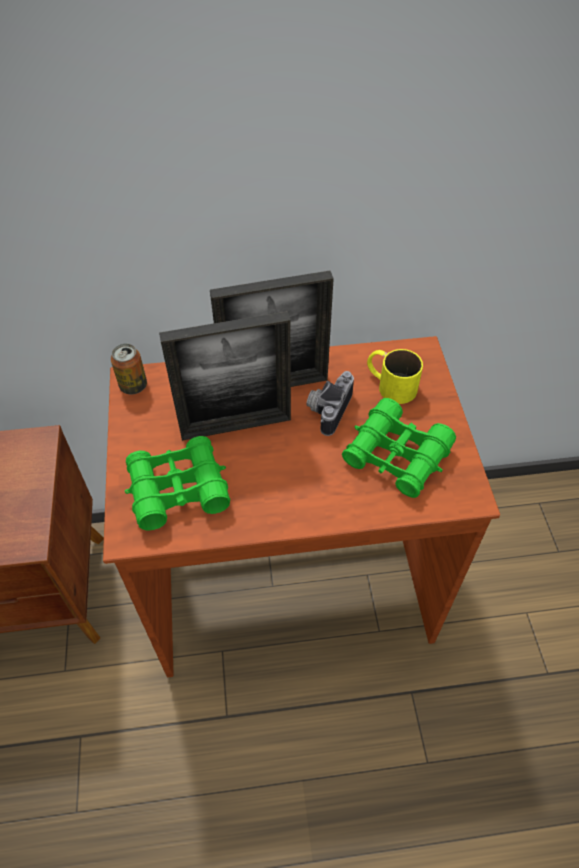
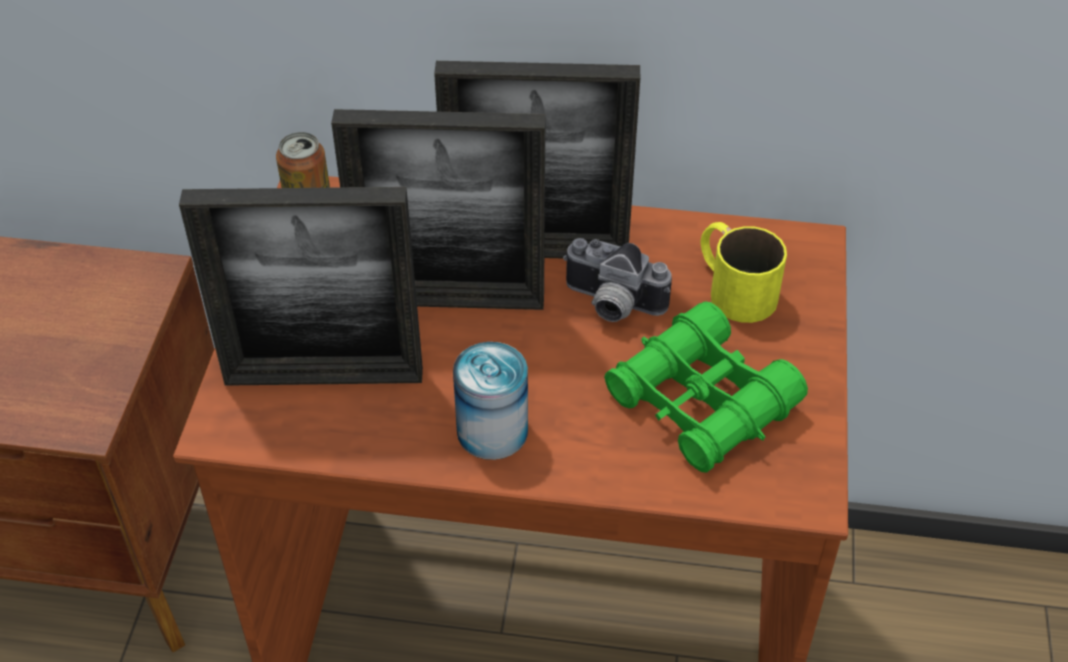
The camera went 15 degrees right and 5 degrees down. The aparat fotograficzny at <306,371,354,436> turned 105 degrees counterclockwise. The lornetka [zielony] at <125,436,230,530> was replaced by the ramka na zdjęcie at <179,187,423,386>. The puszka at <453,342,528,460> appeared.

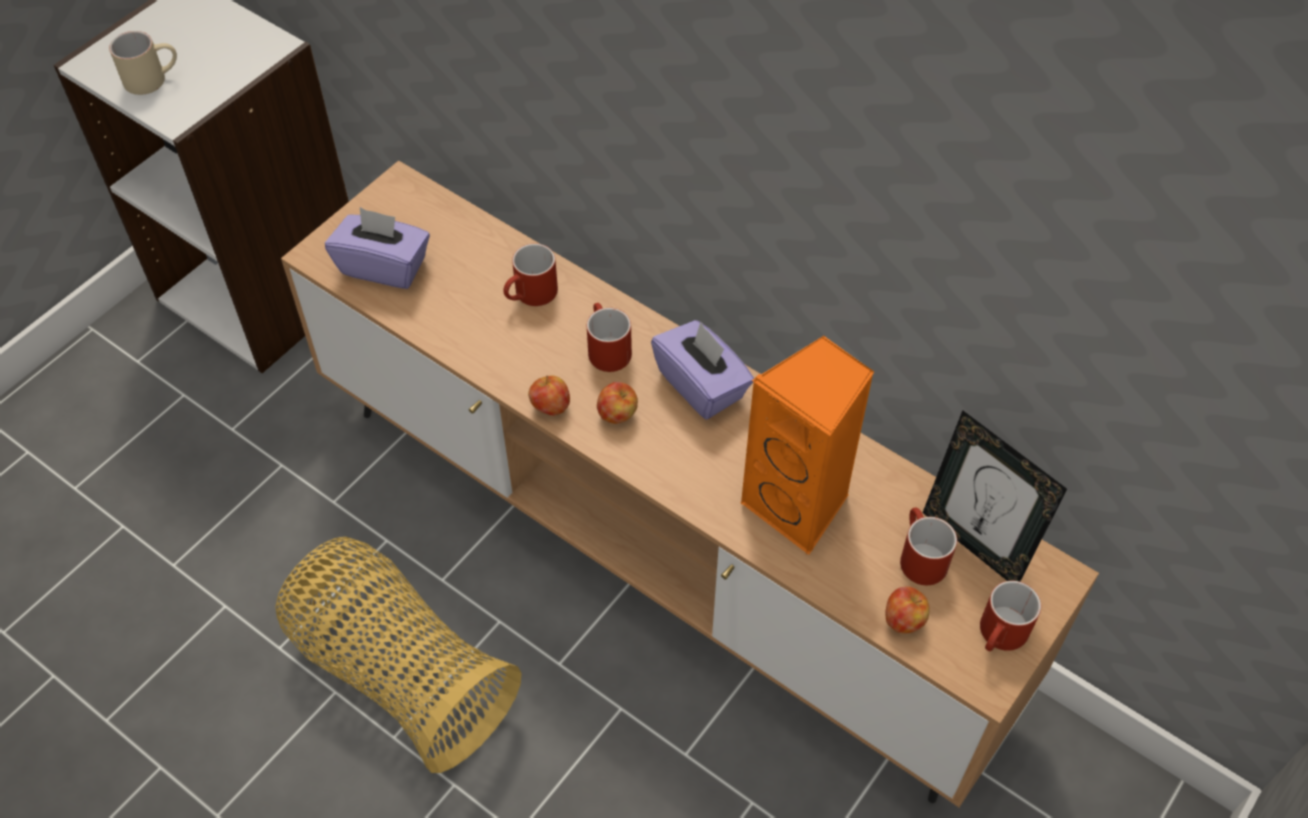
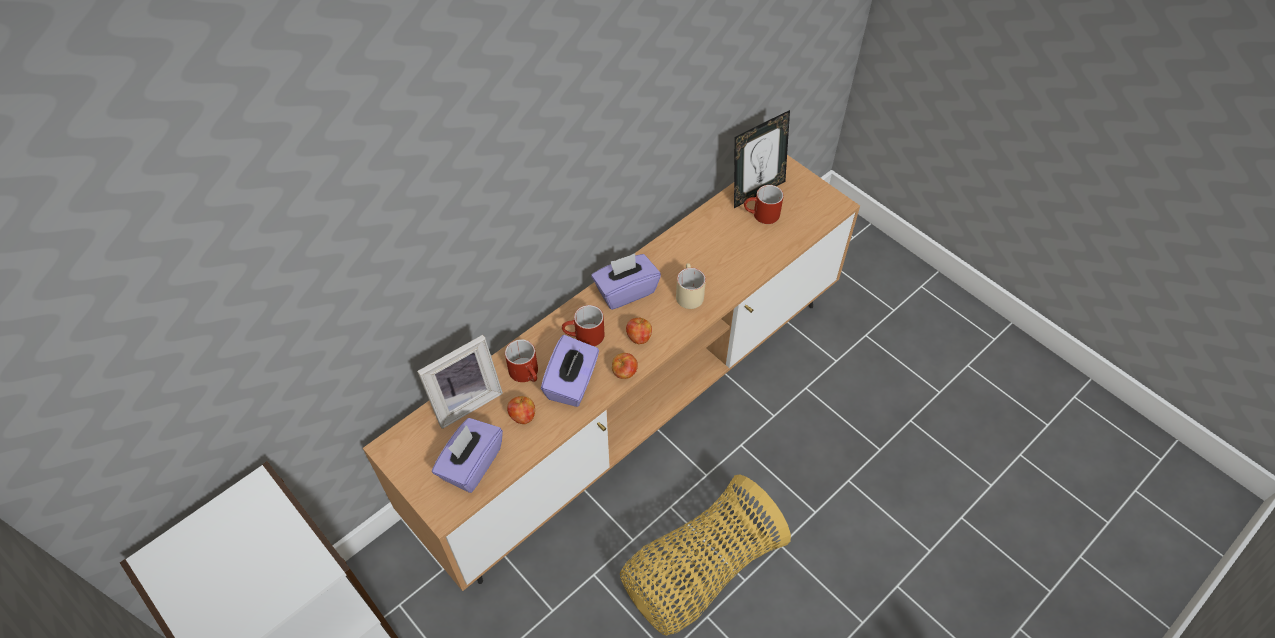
The camera went 80 degrees left and 0 degrees up. The kubek [beżowy] moved from <109,31,177,95> to <676,263,706,309>. The głośnik [pomarańczowy] at <741,336,874,555> disappeared. The kubek [czerwony] at <980,581,1041,651> disappeared. The jabłko moved from <886,587,930,634> to <507,396,535,424>. The ramka na zdjęcie at <417,335,503,429> appeared. The pudełko chusteczek [fioletowy] at <541,335,599,407> appeared.

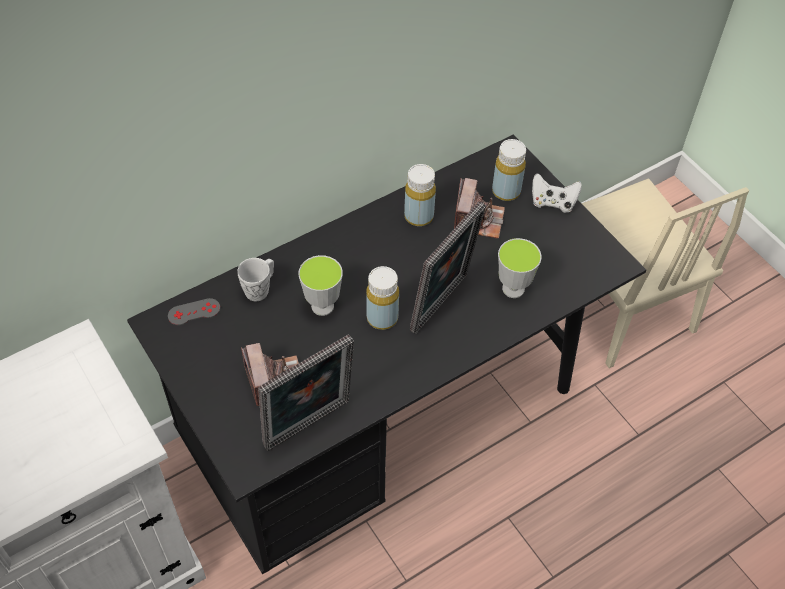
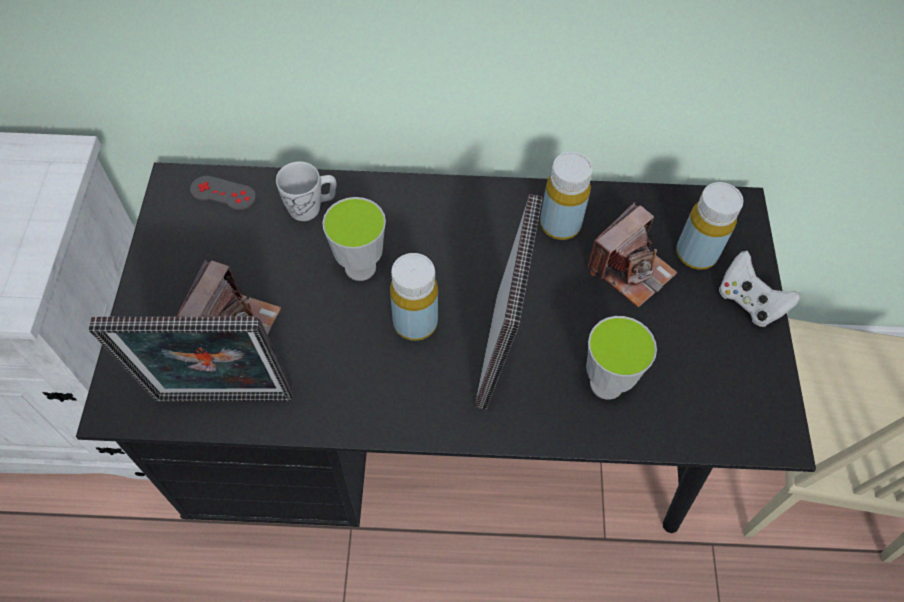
The camera went 35 degrees right and 5 degrees up. The ramka na zdjęcie at <410,201,486,334> turned 60 degrees counterclockwise.

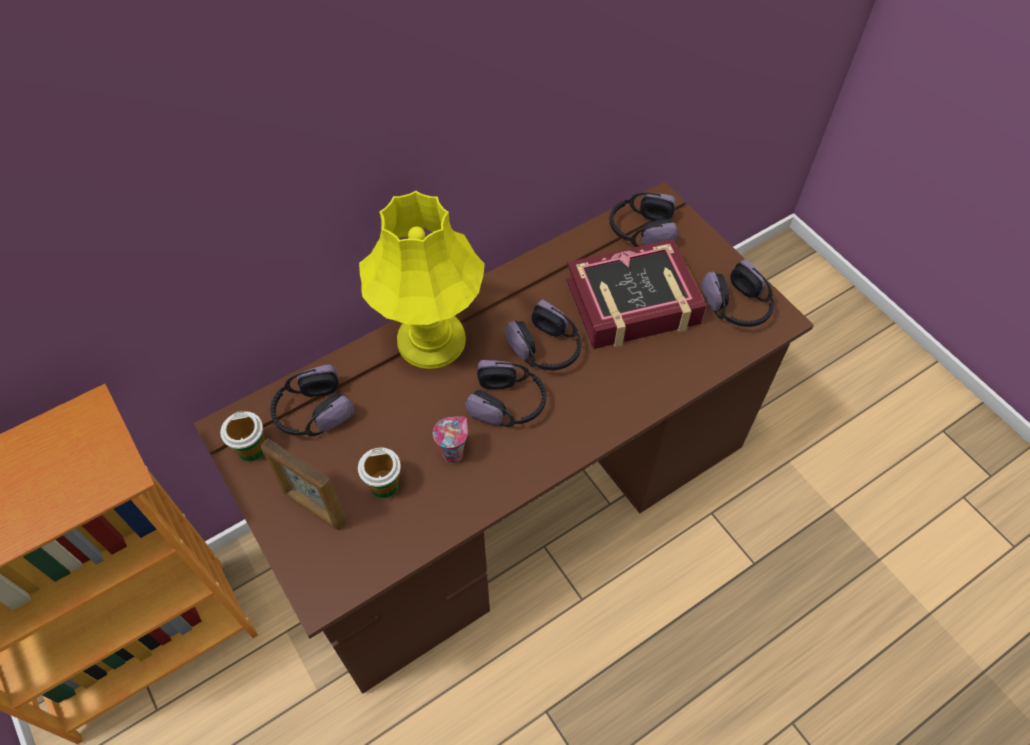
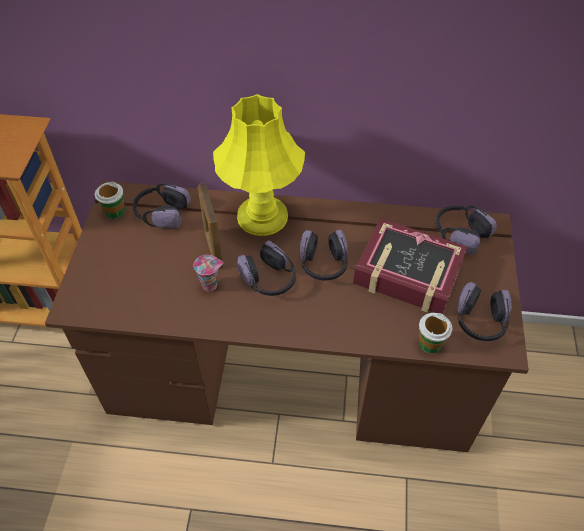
The camera went 40 degrees right and 5 degrees down. The ramka na zdjęcie moved from <261,438,347,530> to <198,183,223,269>. The filiżanka moved from <358,447,401,498> to <419,313,452,353>.

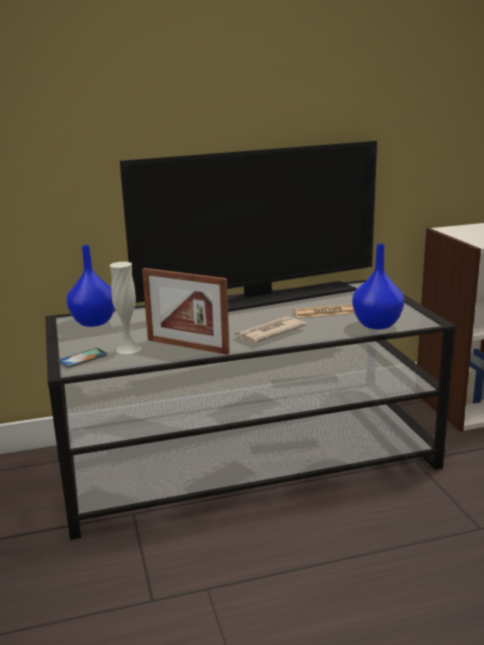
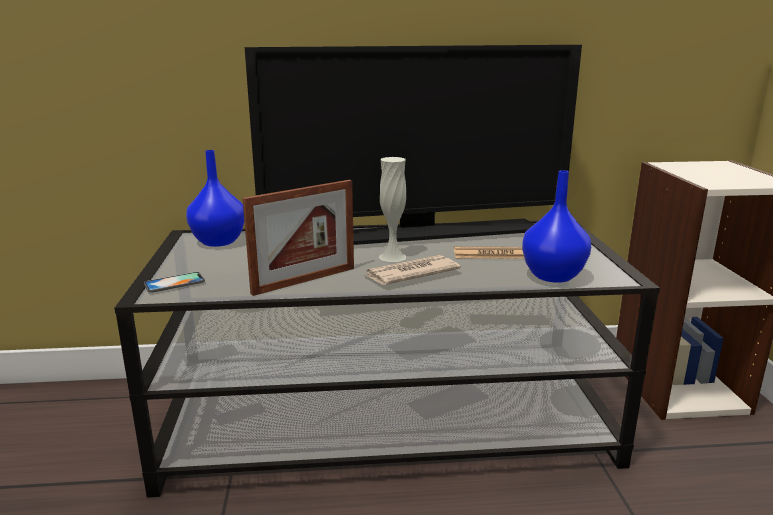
The camera went 10 degrees right and 0 degrees up. The wazon [biały] moved from <110,262,141,354> to <378,157,407,262>. The ramka na zdjęcie at <142,268,230,355> turned 75 degrees counterclockwise.

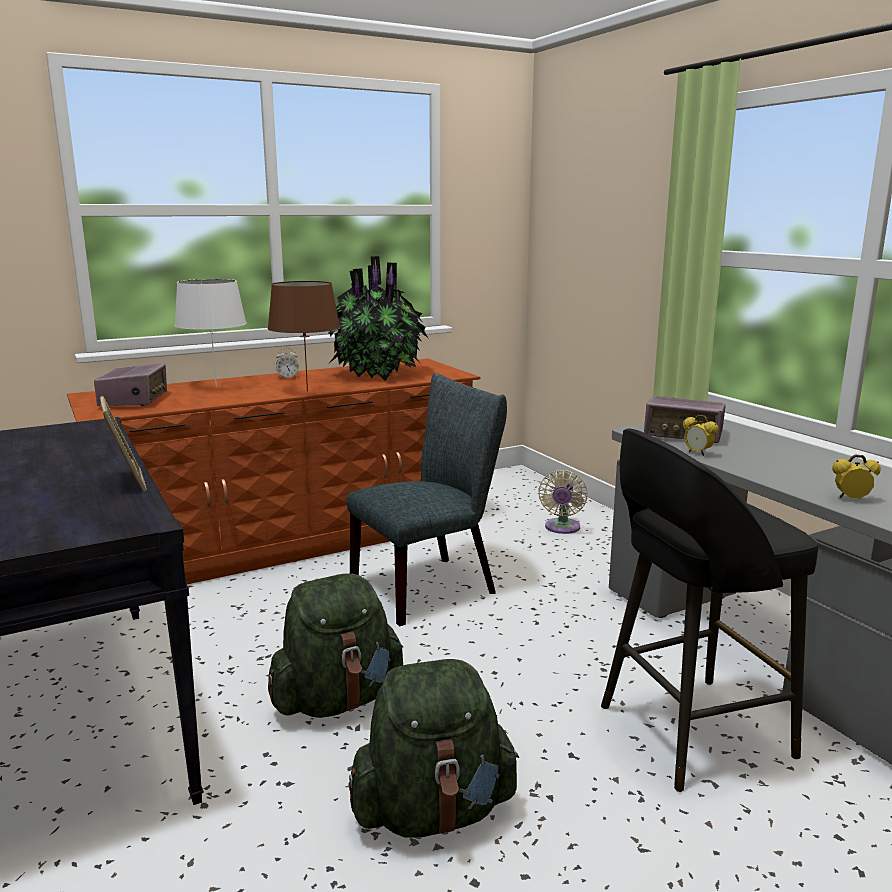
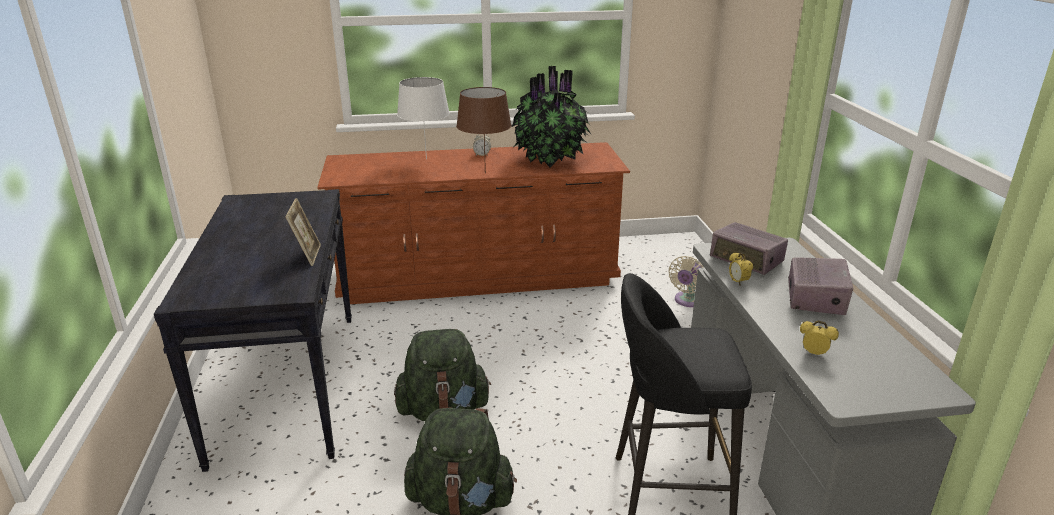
The camera went 20 degrees right and 10 degrees up. The radio moved from <94,363,167,406> to <788,257,853,315>. The krzesło [szary] at <347,373,507,627> disappeared.

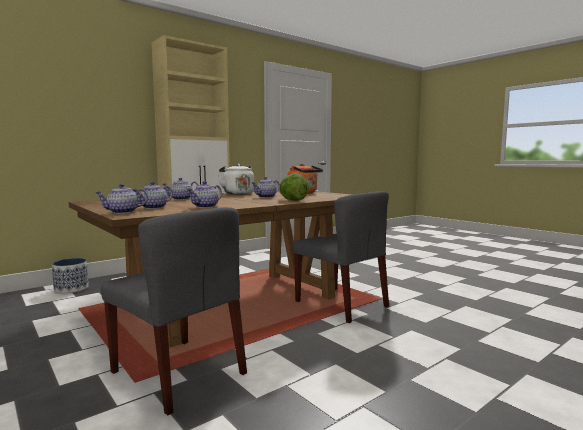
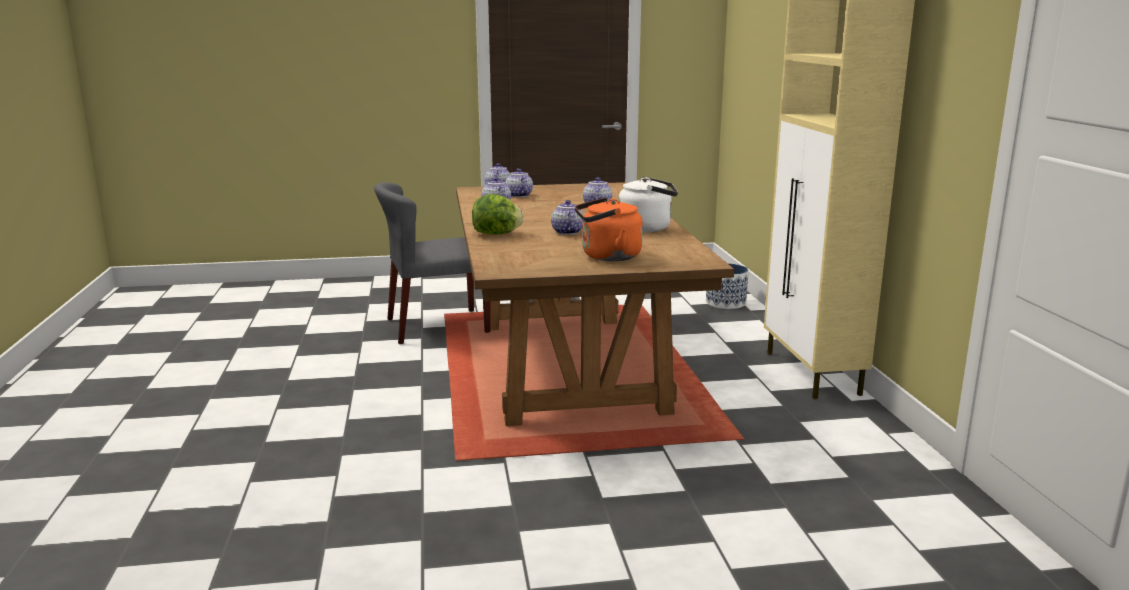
The camera went 120 degrees right and 10 degrees up. The krzesło [szary] at <292,191,389,323> disappeared.

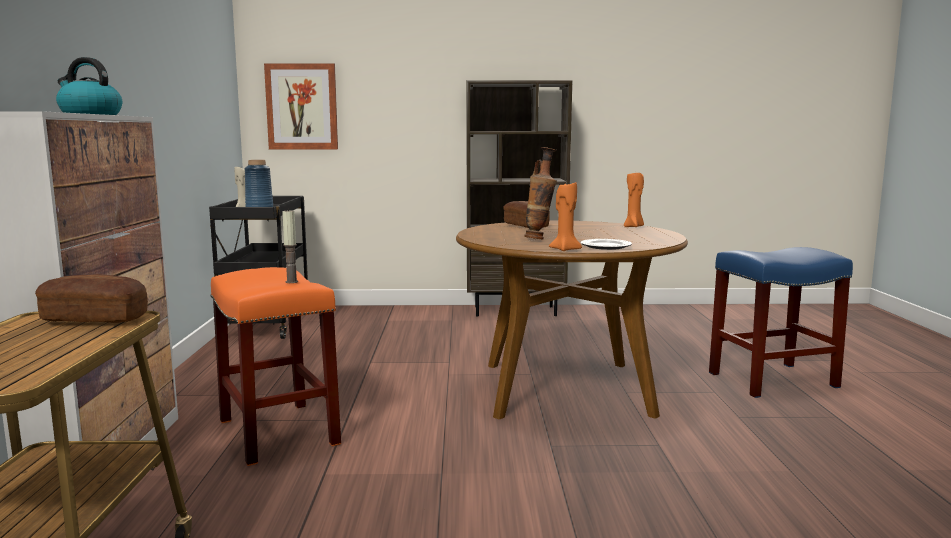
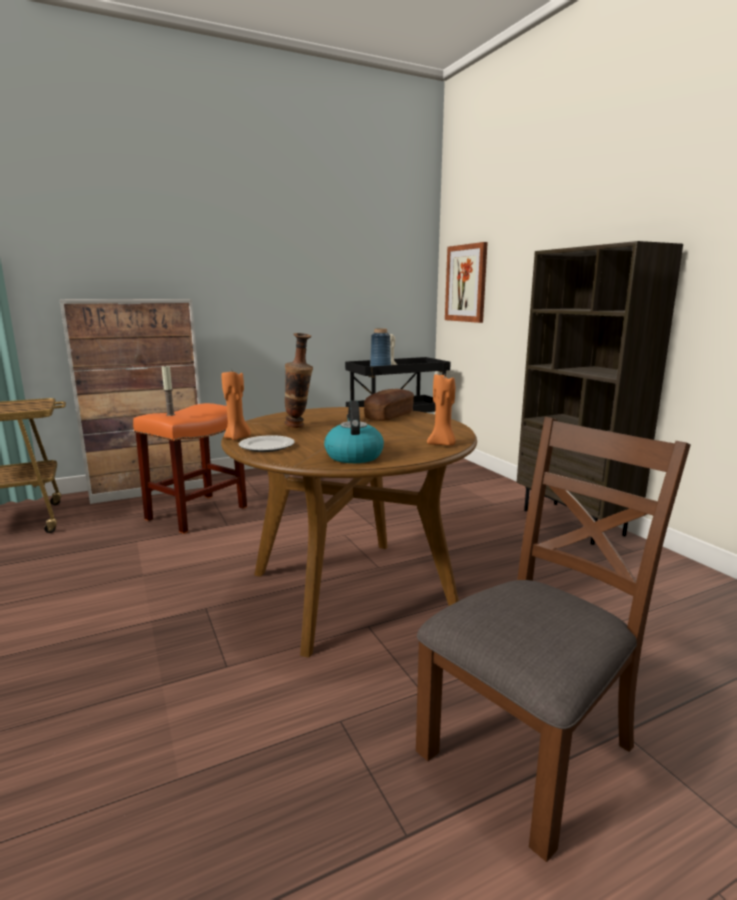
The camera went 65 degrees right and 5 degrees up. The czajnik moved from <56,57,122,115> to <324,401,384,463>. The stołek [niebieski] at <709,247,853,398> was replaced by the krzesło [brązowy] at <416,417,691,862>. The chleb at <35,274,148,323> disappeared.

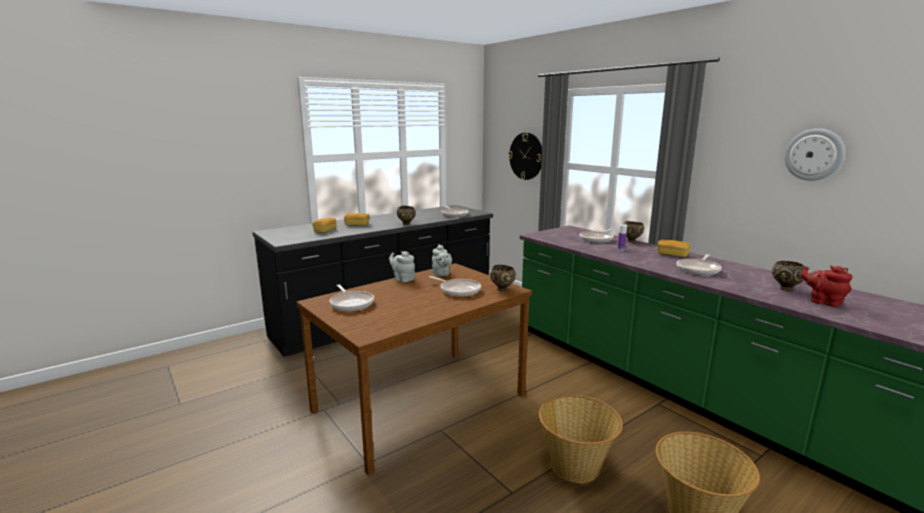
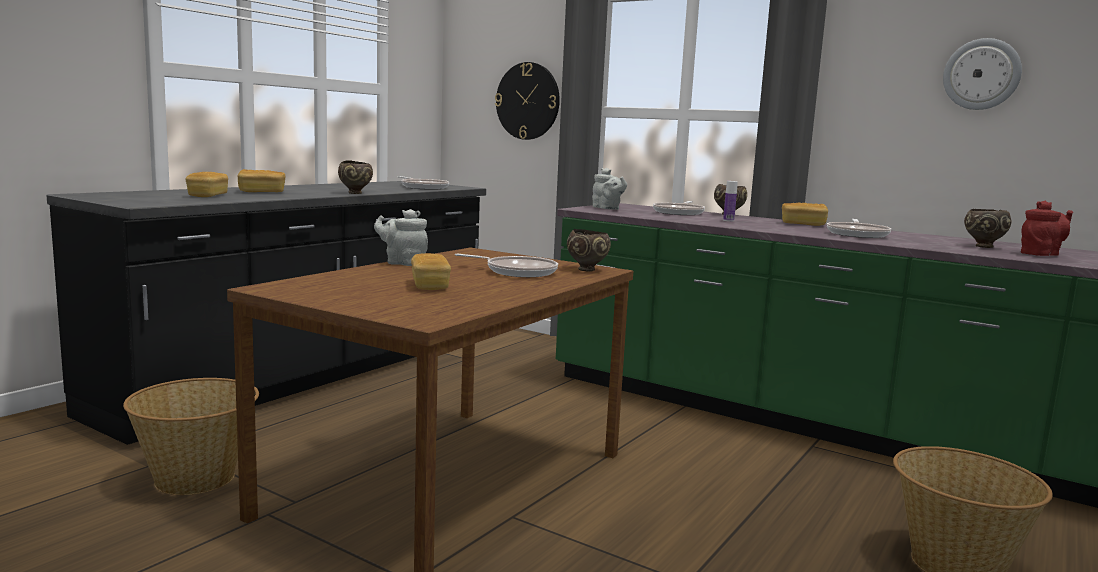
The camera went 20 degrees left and 5 degrees down. The imbryk [szary] moved from <432,245,452,276> to <592,168,627,210>. The imbryk [czerwony] at <801,266,853,307> turned 135 degrees clockwise. The patelnia at <330,285,374,311> disappeared. The koszyk moved from <539,395,623,483> to <123,378,259,495>. The chleb at <411,253,451,290> appeared.

